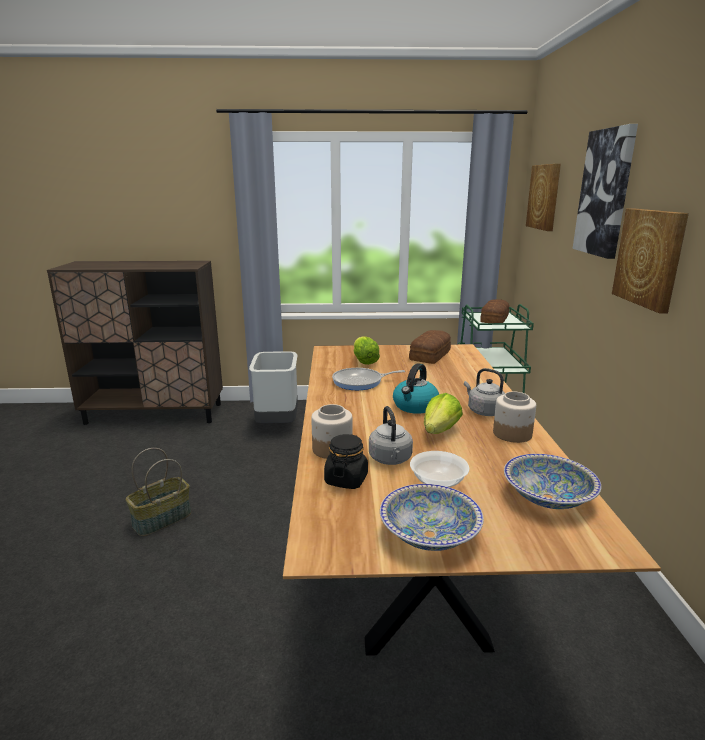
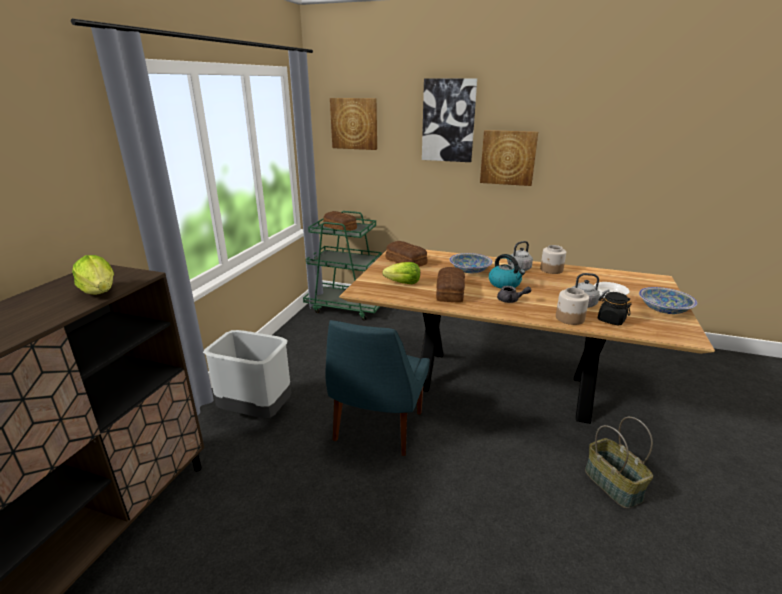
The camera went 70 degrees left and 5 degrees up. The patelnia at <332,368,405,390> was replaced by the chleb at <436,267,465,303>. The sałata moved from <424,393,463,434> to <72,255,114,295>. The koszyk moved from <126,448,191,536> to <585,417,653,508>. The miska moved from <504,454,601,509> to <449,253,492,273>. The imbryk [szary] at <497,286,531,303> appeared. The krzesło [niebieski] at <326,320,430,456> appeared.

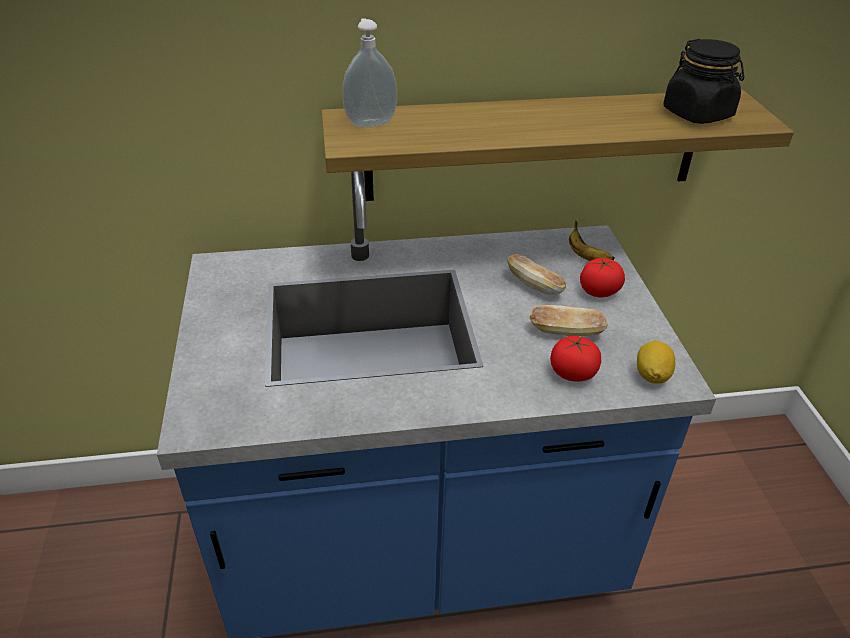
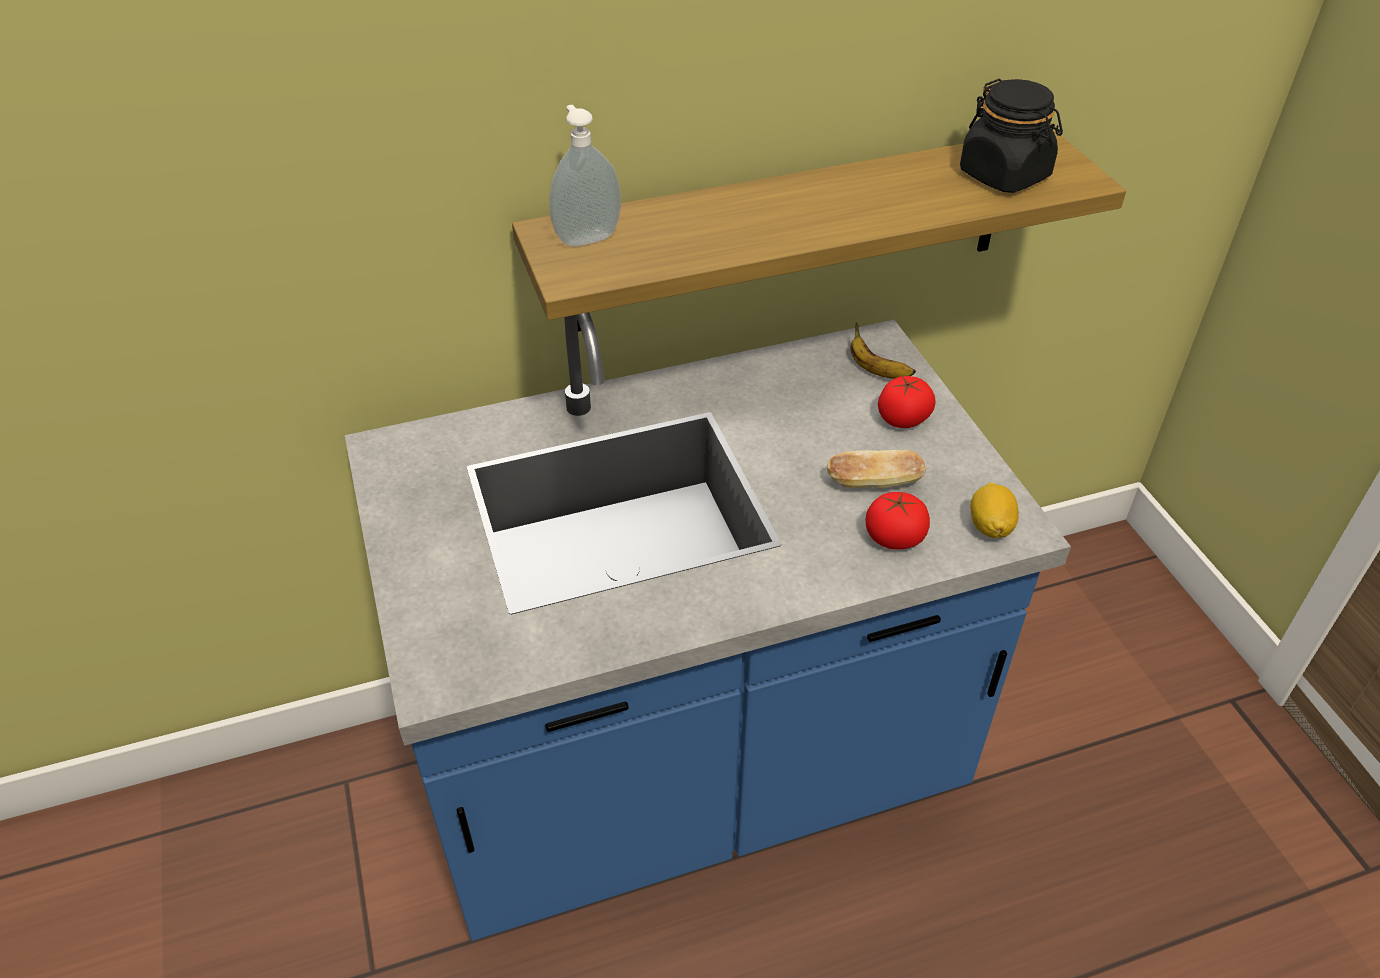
The camera went 10 degrees left and 5 degrees up. The chleb at <507,254,566,295> disappeared.

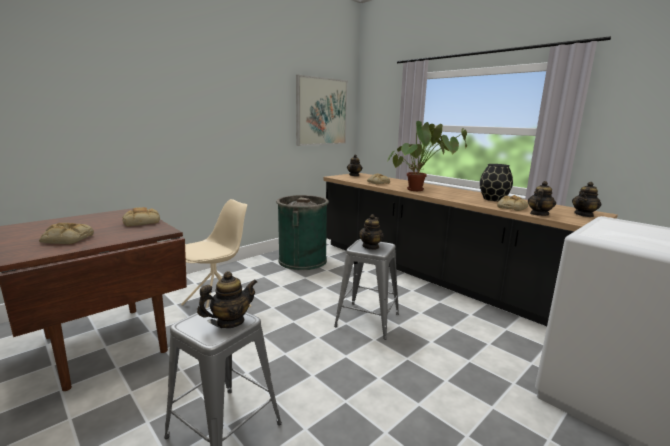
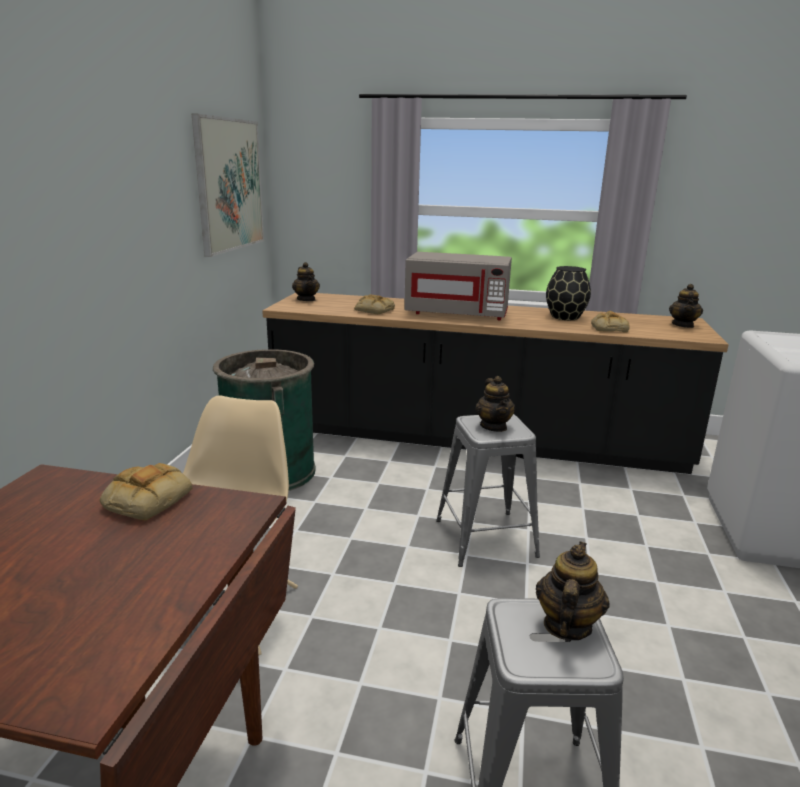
The camera went 35 degrees left and 5 degrees up. The roślina doniczkowa at <387,121,467,191> was replaced by the mikrofalówka [szary] at <404,252,512,320>. The imbryk at <528,181,556,216> disappeared. The chleb at <39,223,94,244> disappeared.

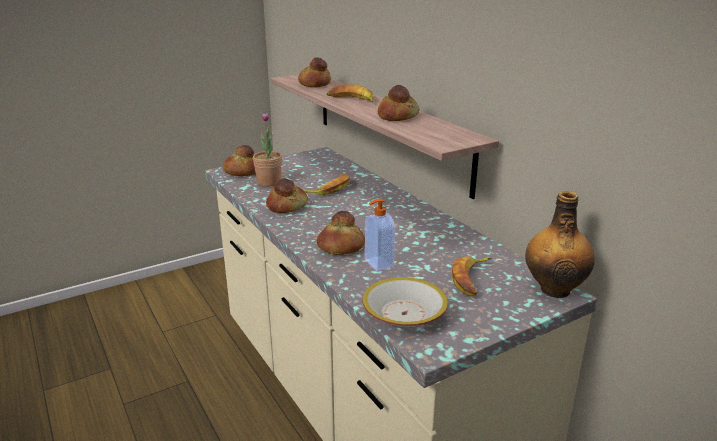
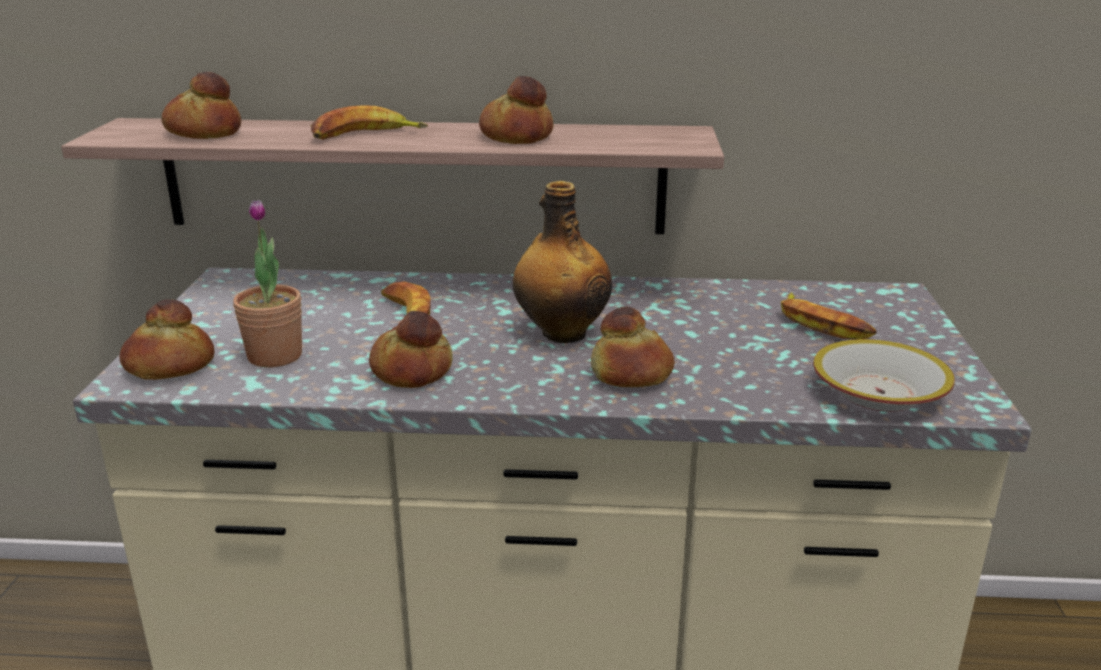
The camera went 55 degrees left and 0 degrees up. The butelka moved from <525,191,595,298> to <513,181,612,343>. The dozownik mydła at <365,199,395,271> disappeared.

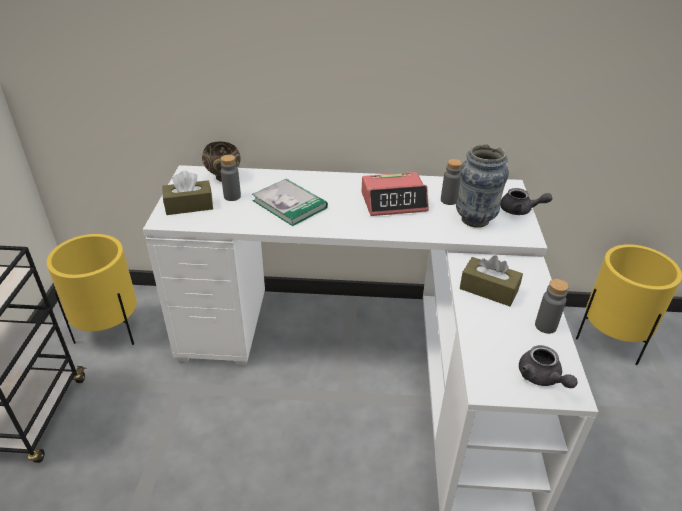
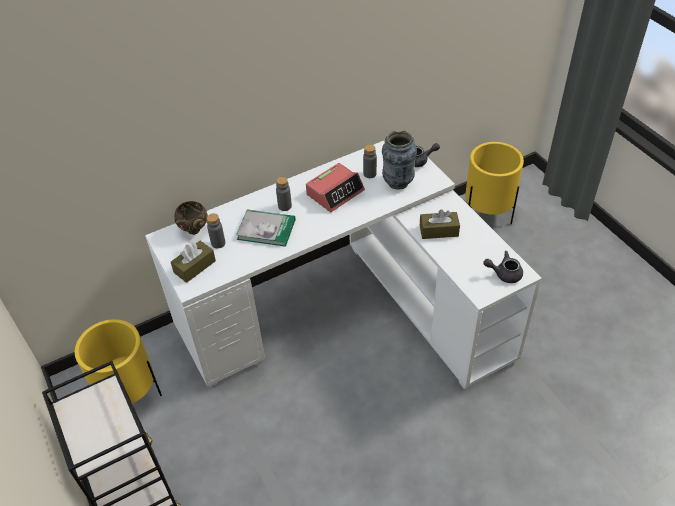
The camera went 30 degrees left and 10 degrees up. The butelka [szary] moved from <535,279,569,334> to <276,177,292,211>. The imbryk [szary] at <519,345,577,388> turned 150 degrees clockwise.

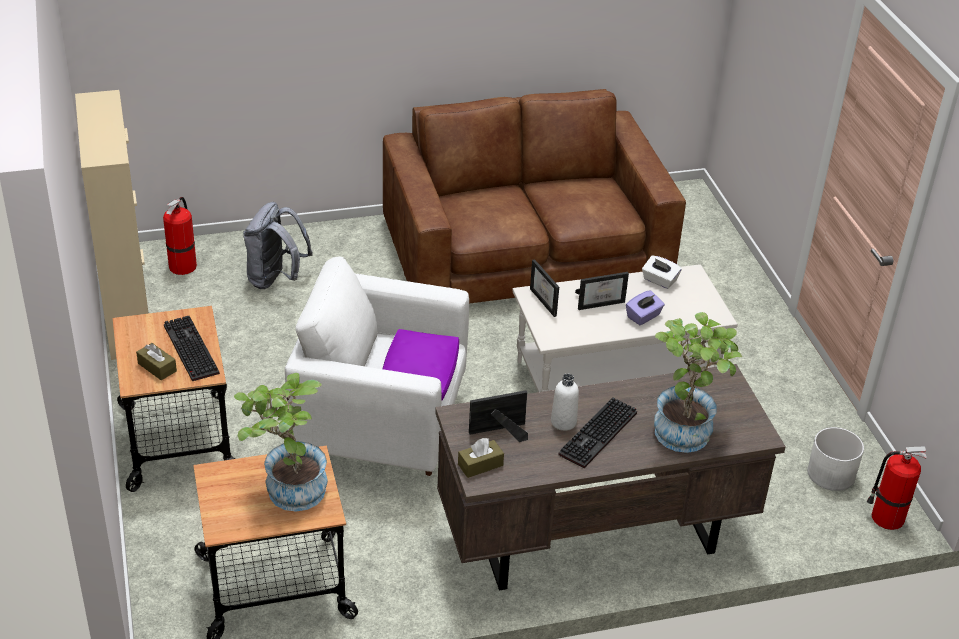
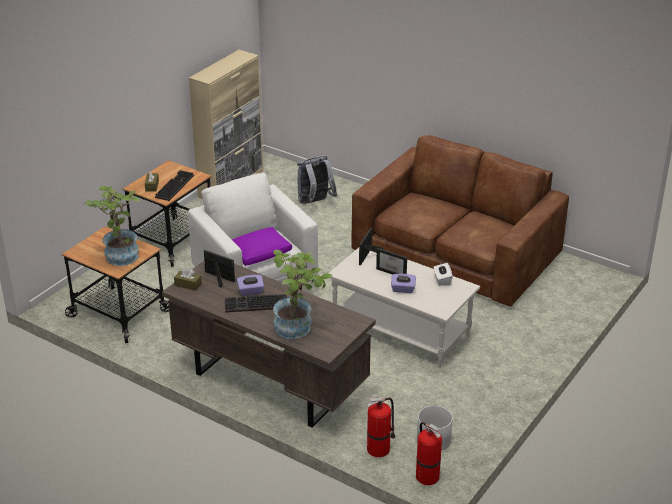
The camera went 50 degrees right and 5 degrees down. The gaśnica moved from <163,197,197,275> to <367,397,395,457>. The butelka [biały] at <551,373,579,431> was replaced by the pudełko chusteczek [fioletowy] at <237,275,264,296>.

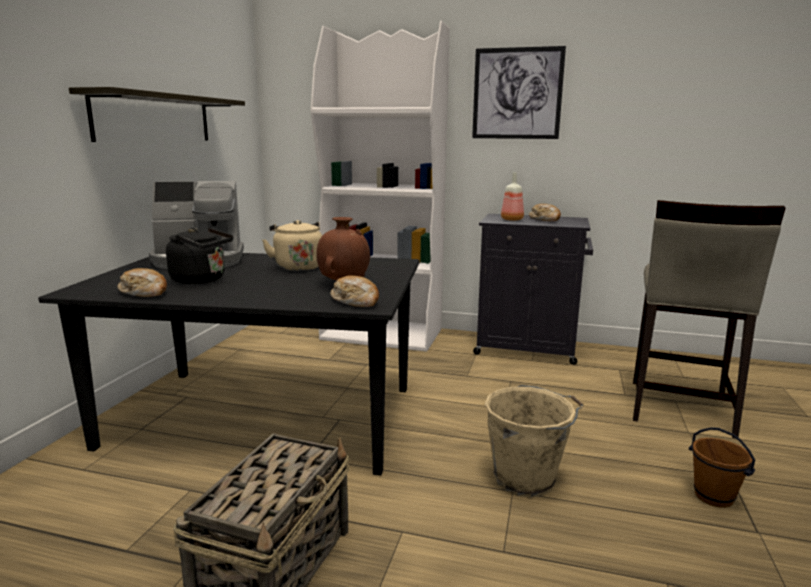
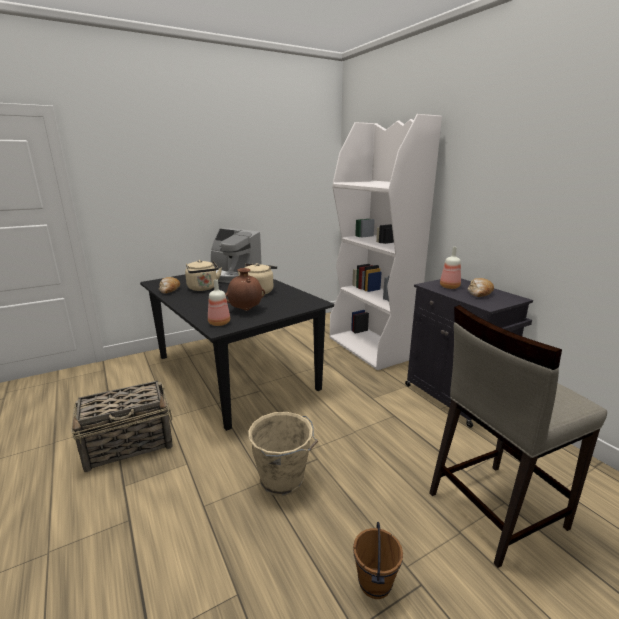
The camera went 45 degrees right and 5 degrees up. The obraz at <472,46,566,139> disappeared. The półka at <69,87,245,142> disappeared. The czajnik [czarny] at <166,228,233,284> became the czajnik [beżowy] at <185,260,222,291>. The chleb at <330,275,379,307> was replaced by the butelka at <208,279,230,326>.

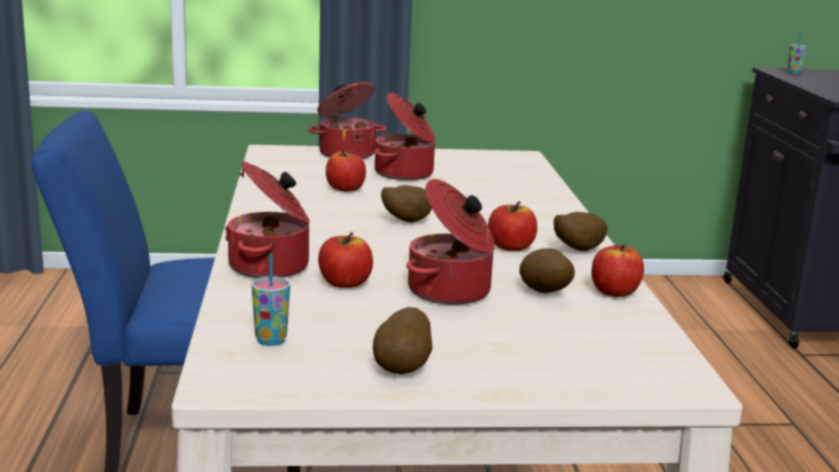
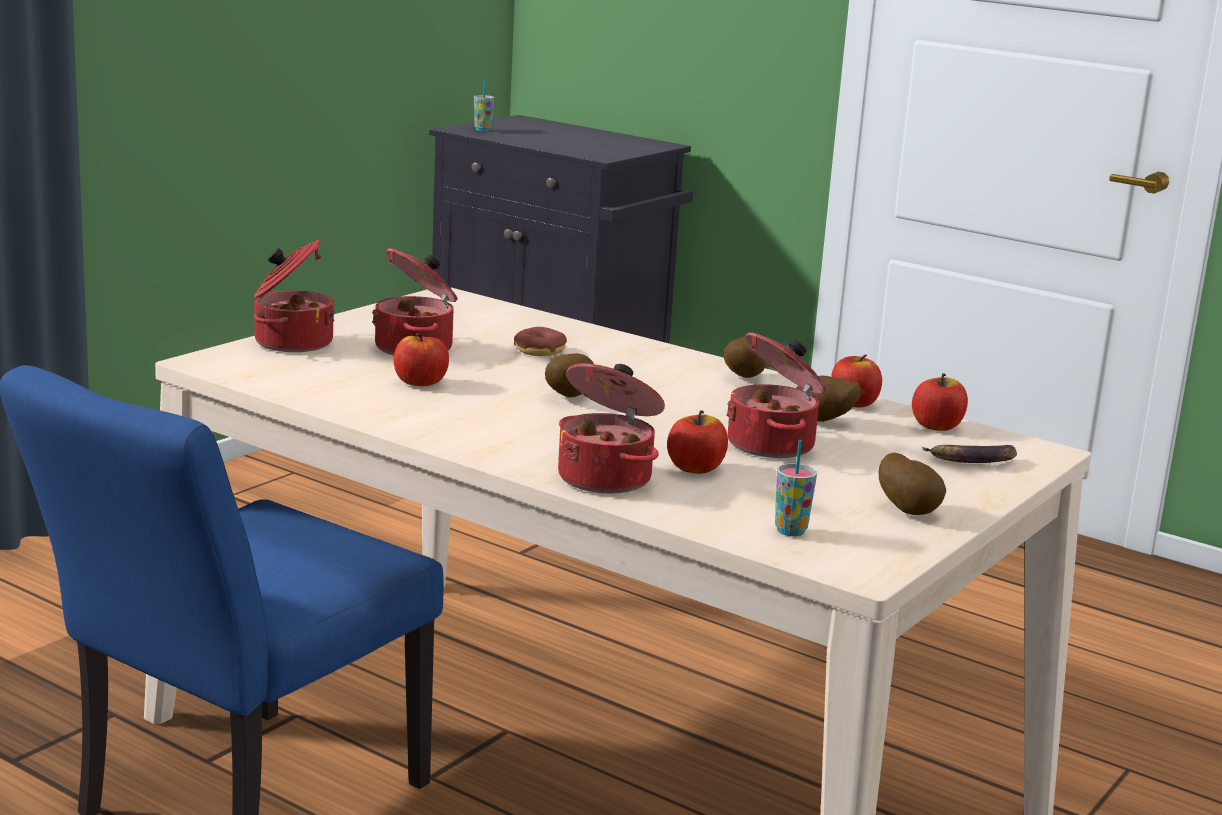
The camera went 50 degrees left and 0 degrees up. The jabłko moved from <488,201,537,251> to <912,373,968,431>. The donut at <514,327,567,356> appeared. The banan at <922,445,1017,463> appeared.

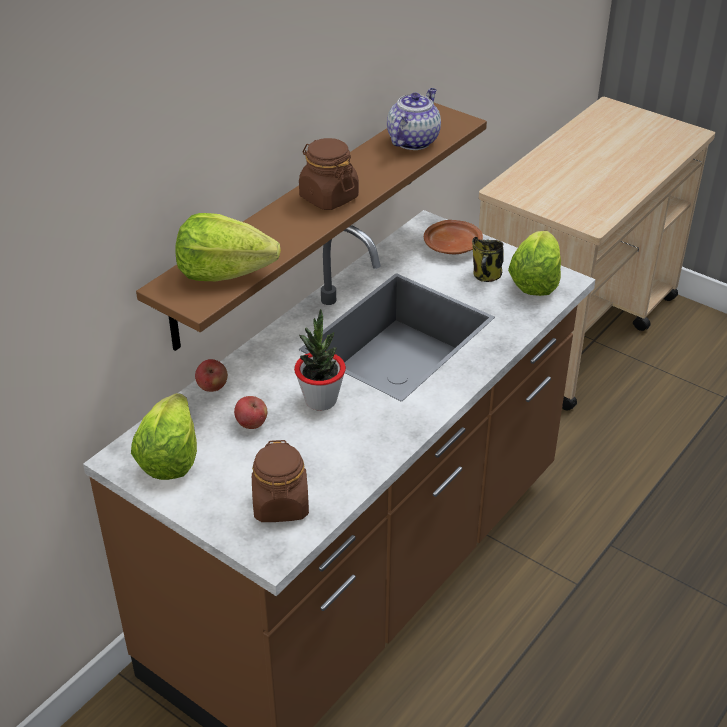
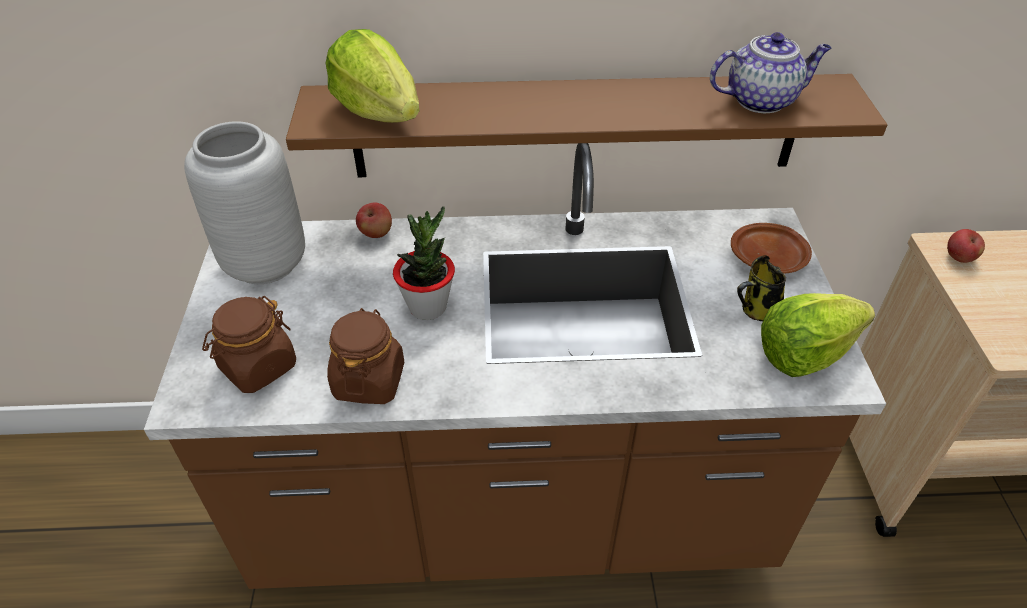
The camera went 50 degrees right and 5 degrees up. The słoik [brązowy] moved from <299,138,359,210> to <327,308,404,404>. The sałata at <131,393,197,480> was replaced by the wazon [szary] at <184,121,305,284>. The jabłko moved from <234,396,267,429> to <947,229,985,263>.

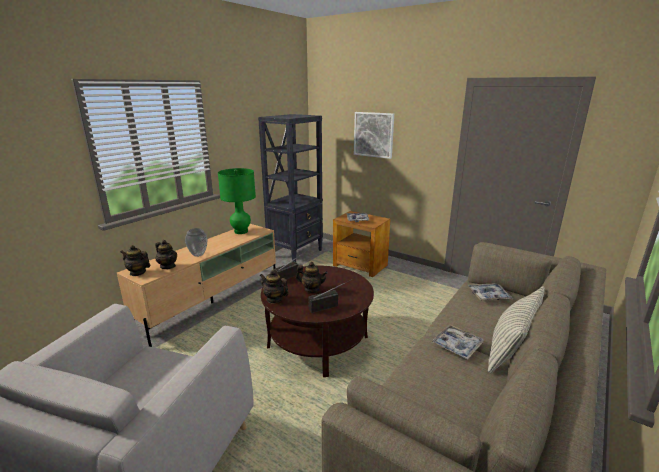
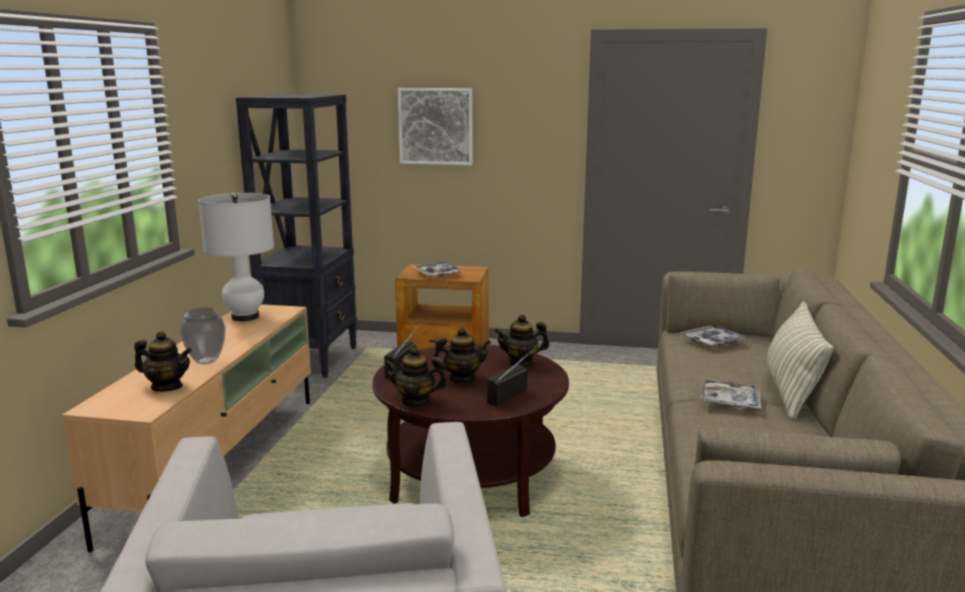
The camera went 25 degrees left and 5 degrees down. The lampa stołowa [zielony] at <218,168,256,234> became the lampa stołowa [biały] at <198,193,274,321>. The imbryk moved from <121,245,150,276> to <494,314,550,368>.

